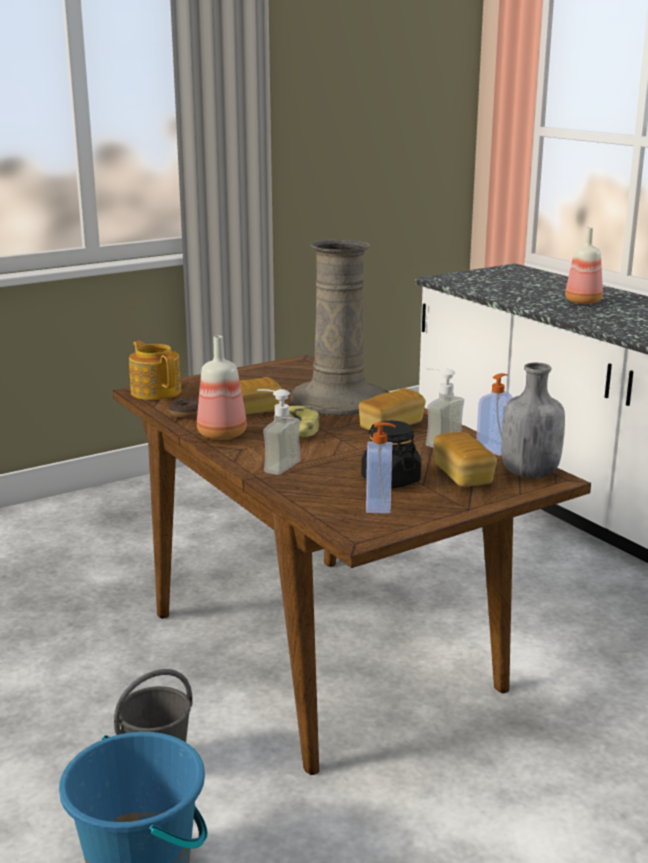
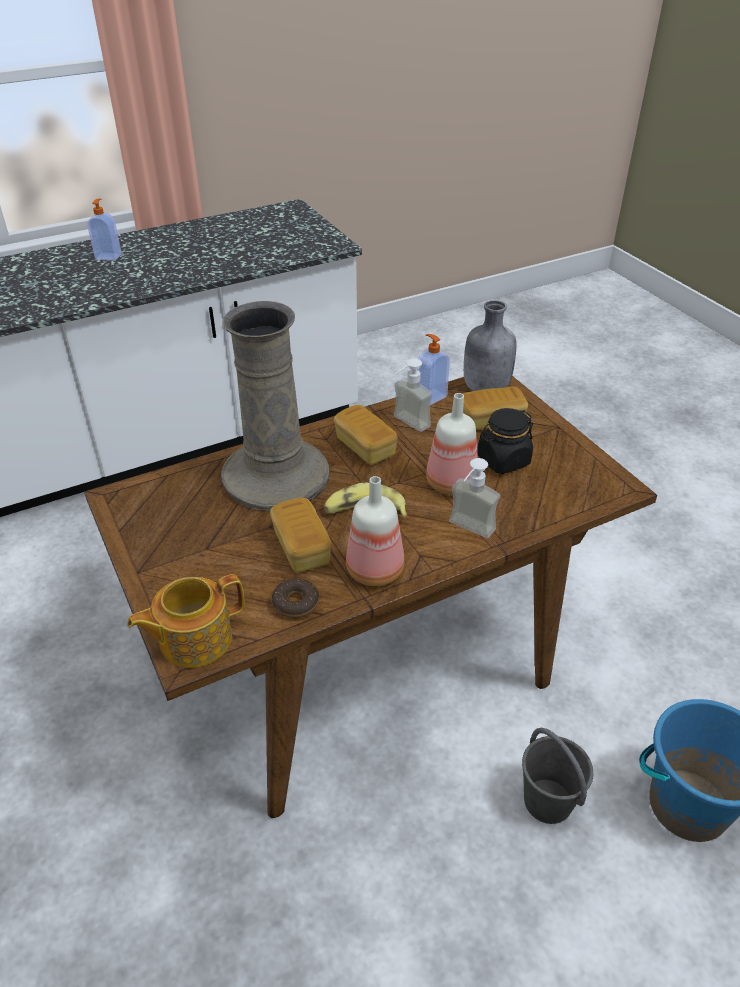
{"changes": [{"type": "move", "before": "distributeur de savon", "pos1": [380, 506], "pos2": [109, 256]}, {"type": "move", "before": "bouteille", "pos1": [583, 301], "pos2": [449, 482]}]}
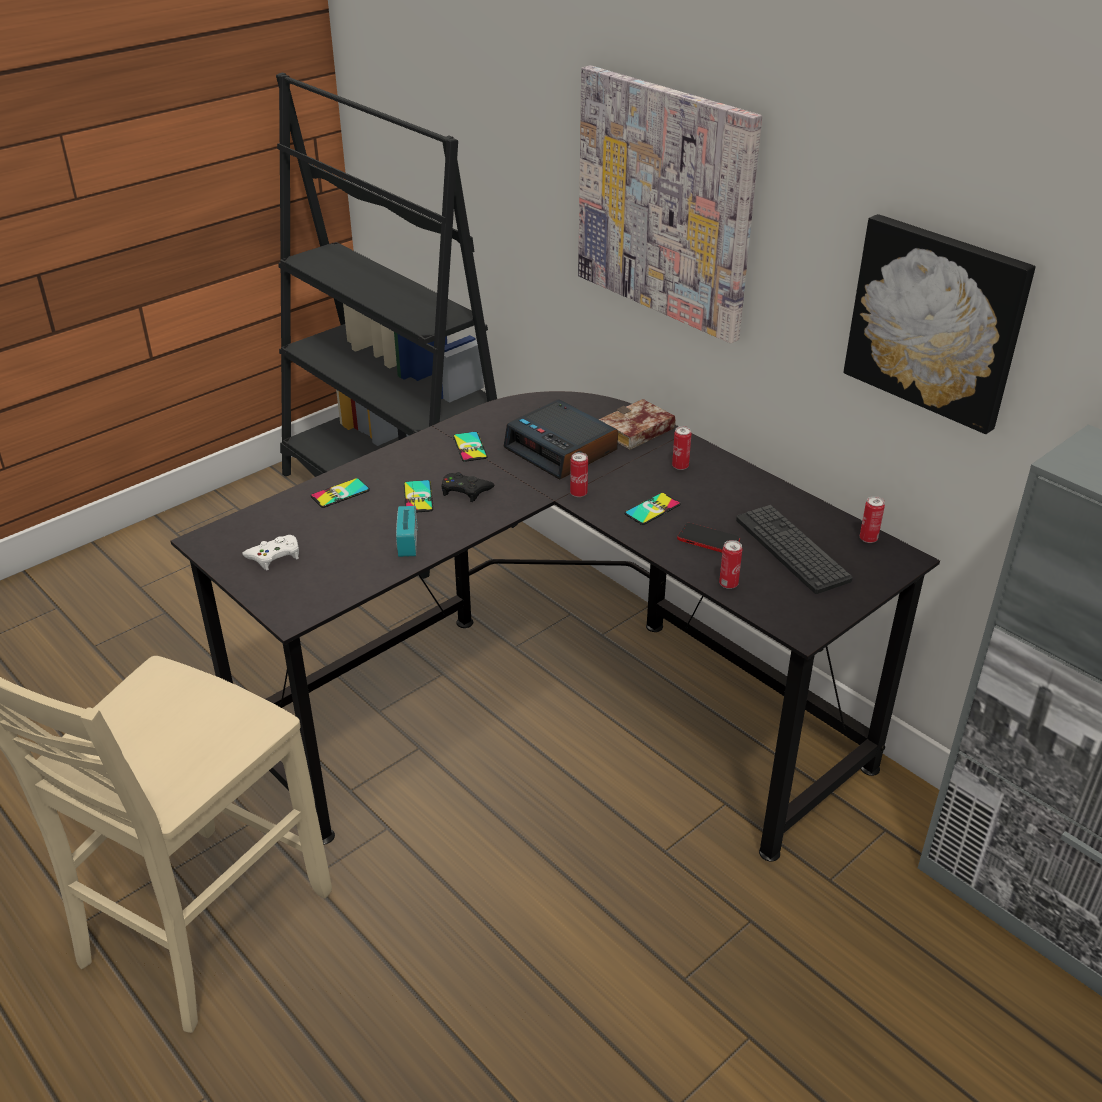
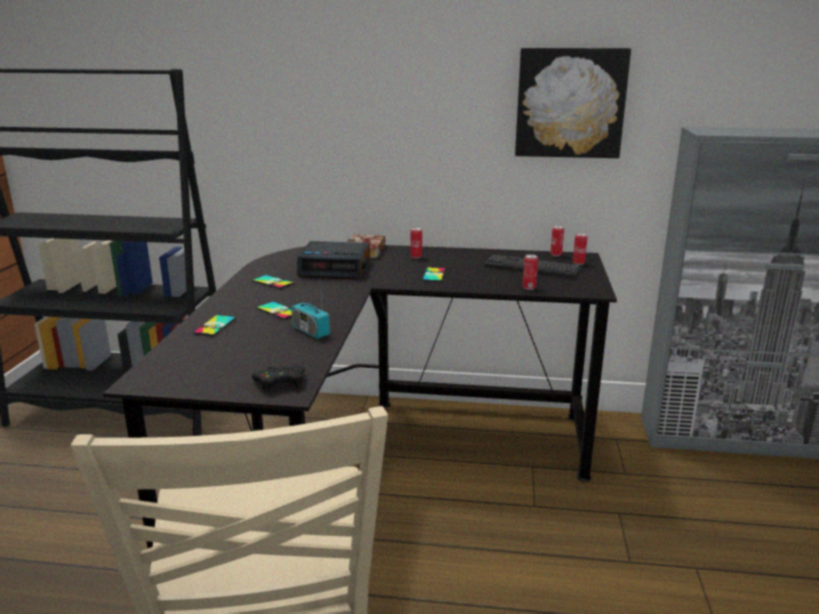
{"changes": [{"type": "move", "before": "manette/noir", "pos1": [465, 491], "pos2": [280, 382]}, {"type": "move", "before": "boîte métallique", "pos1": [578, 493], "pos2": [578, 263]}, {"type": "delete", "before": "manette/blanc", "pos1": [274, 556]}, {"type": "delete", "before": "tableau", "pos1": [665, 202]}, {"type": "delete", "before": "téléphone", "pos1": [708, 539]}]}
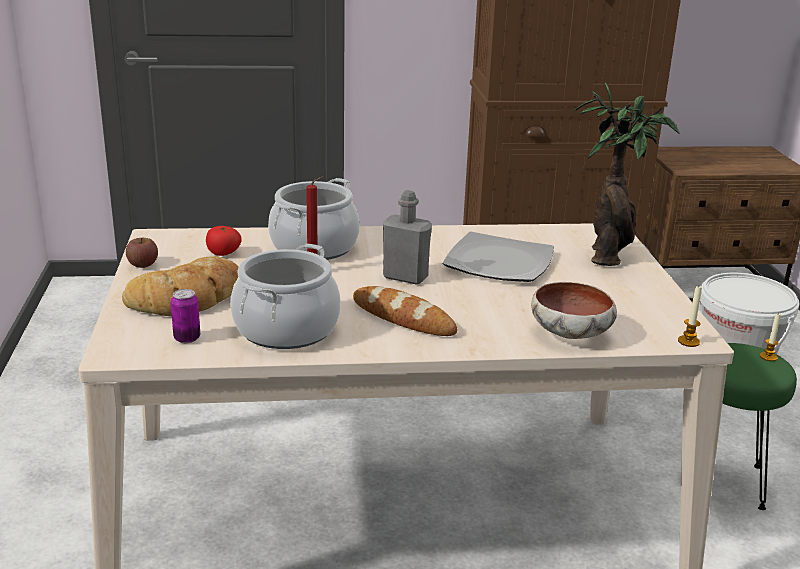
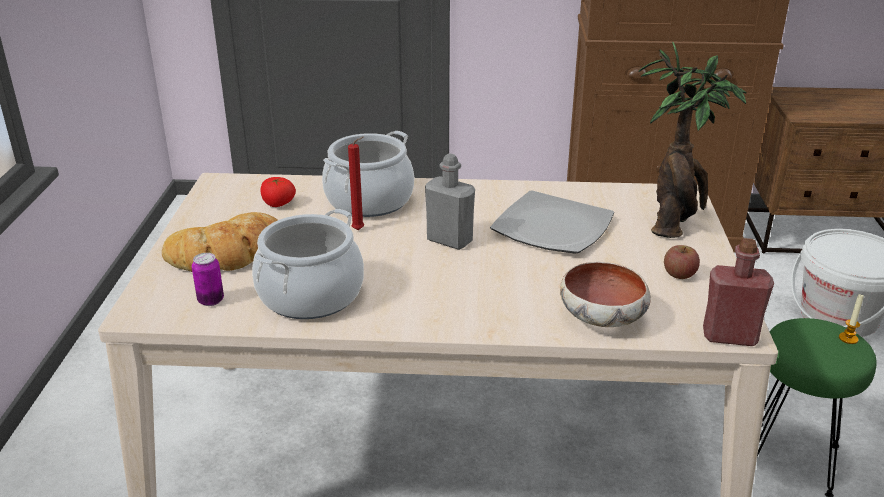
{"changes": [{"type": "move", "before": "pomme", "pos1": [143, 264], "pos2": [679, 274]}, {"type": "replace", "before": "bougie", "after": "bouteille/rouge", "pos1": [688, 341], "pos2": [729, 336]}, {"type": "delete", "before": "pain", "pos1": [403, 318]}]}
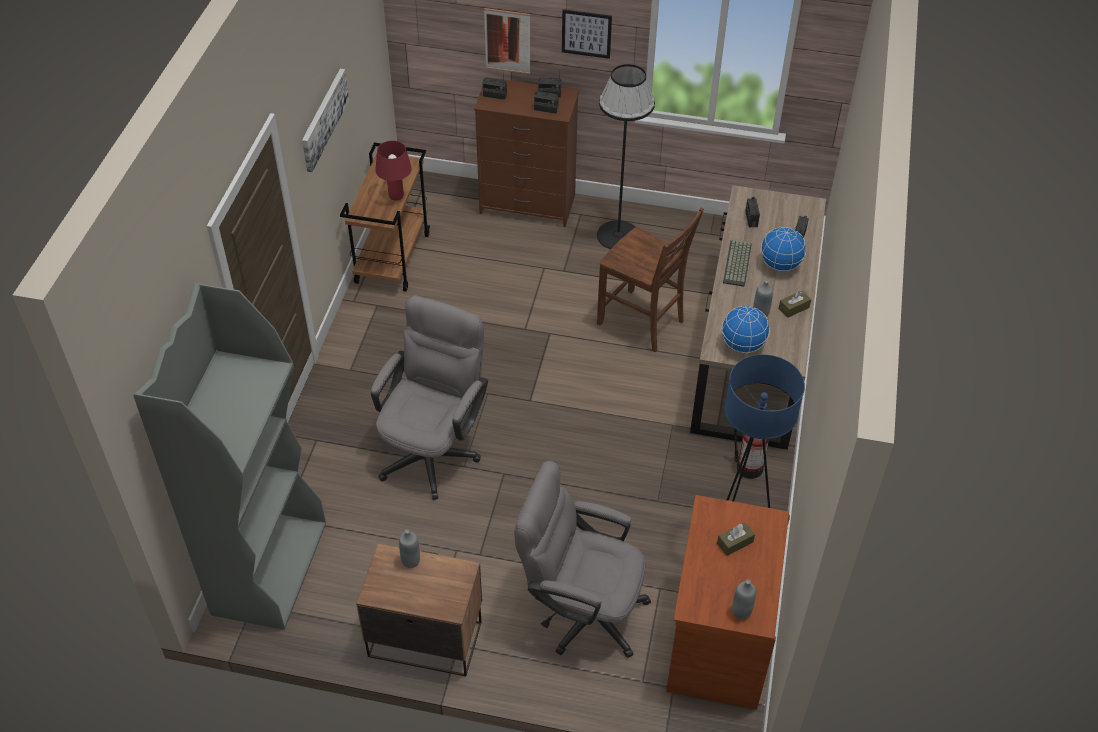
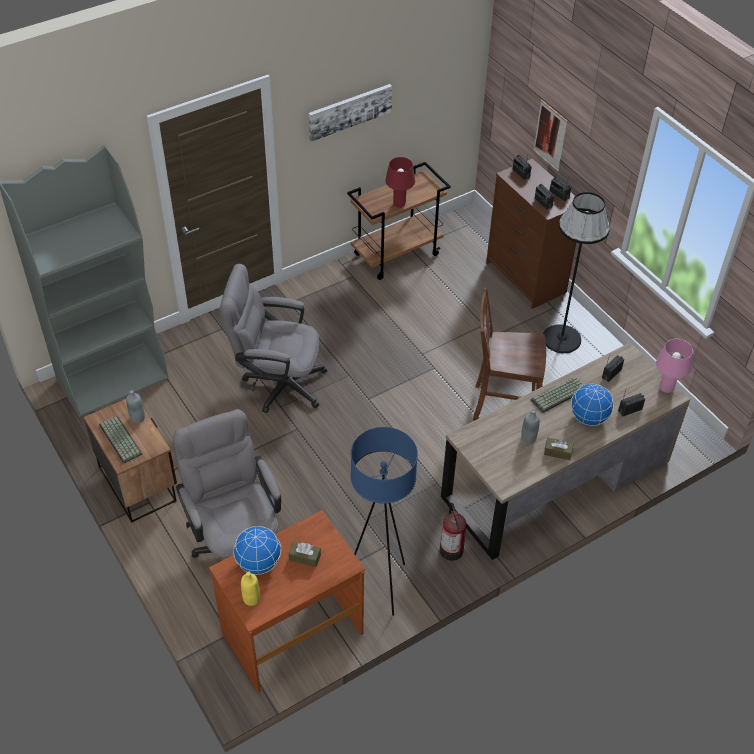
{"changes": [{"type": "insert", "after": "clavier", "pos2": [119, 439]}, {"type": "rotate", "before": "chaise de bureau/gris", "pos1": [433, 448], "pos2": [277, 383], "turn": -150}, {"type": "move", "before": "globe", "pos1": [742, 345], "pos2": [258, 562]}, {"type": "recolor", "before": "bouteille/gris", "after": "bouteille/jaune", "pos1": [741, 611], "pos2": [251, 599]}, {"type": "rotate", "before": "chaise/marron", "pos1": [642, 323], "pos2": [503, 405], "turn": 105}, {"type": "insert", "after": "lampe de table/rose", "pos2": [666, 388]}, {"type": "delete", "before": "tableau", "pos1": [586, 33]}]}
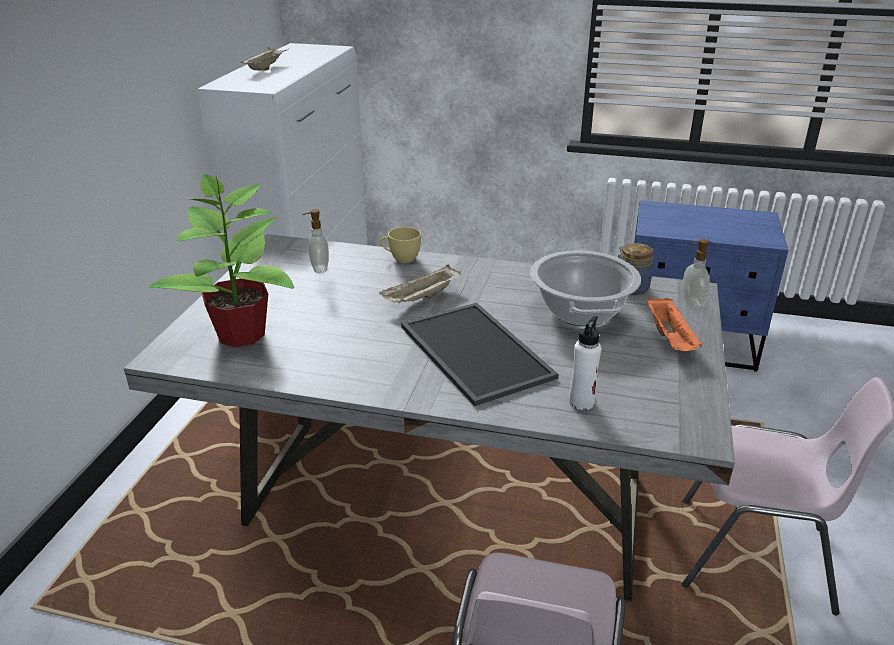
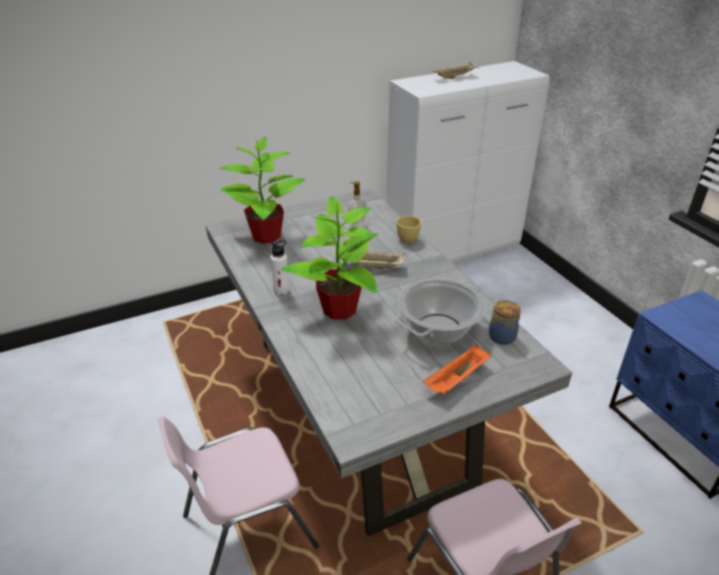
{"changes": [{"type": "move", "before": "bouteille/blanc", "pos1": [582, 402], "pos2": [281, 290]}, {"type": "replace", "before": "plateau", "after": "plante en pot", "pos1": [472, 351], "pos2": [339, 310]}, {"type": "delete", "before": "distributeur de savon", "pos1": [691, 303]}]}
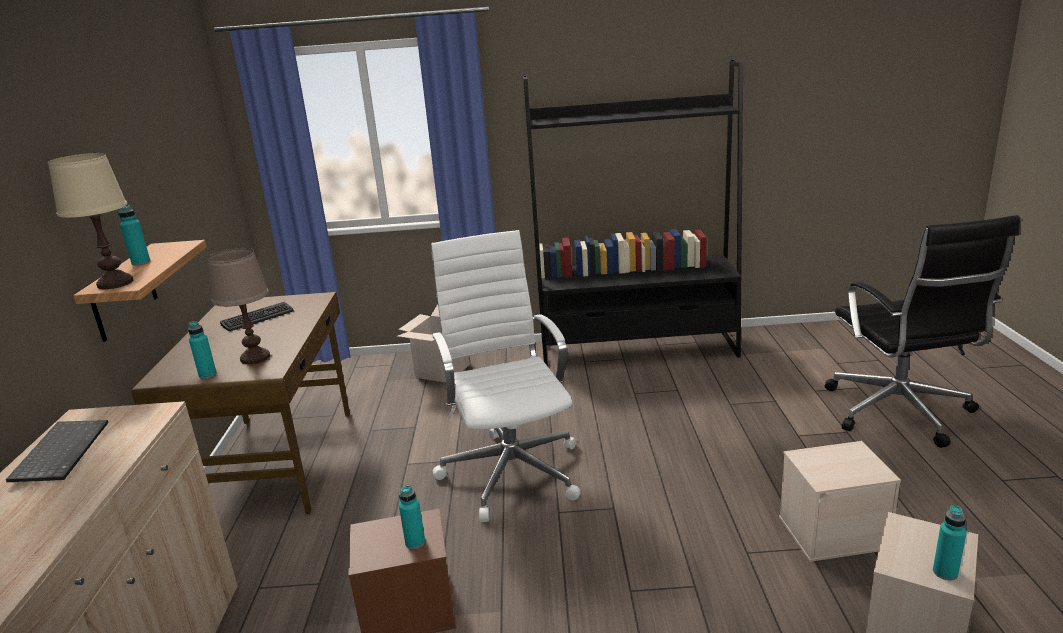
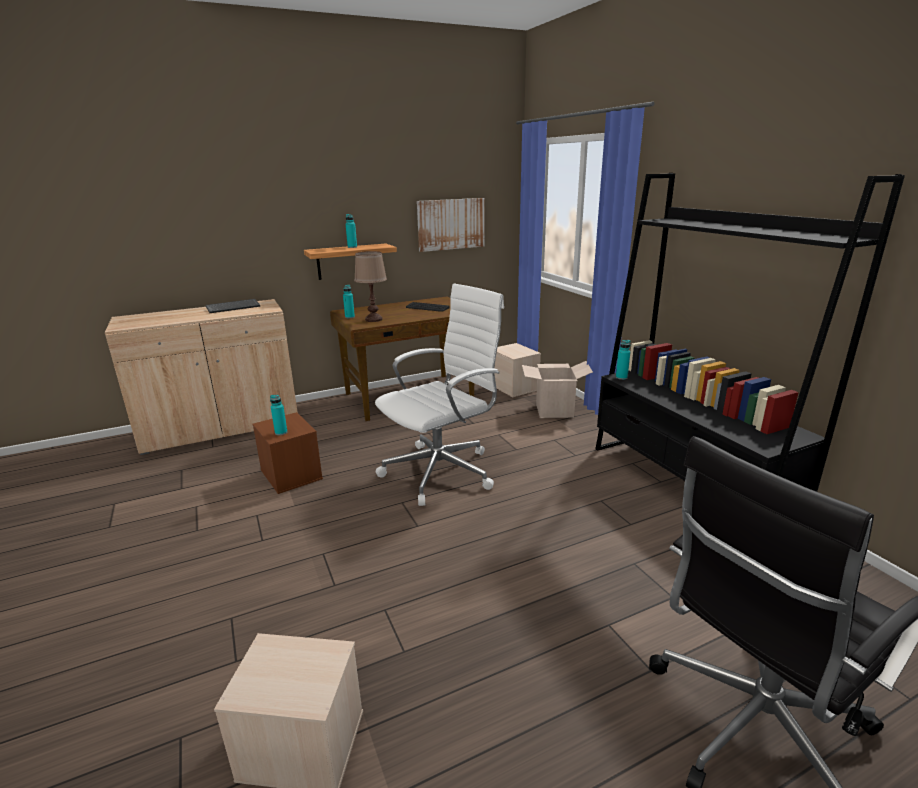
{"changes": [{"type": "insert", "after": "tableau", "pos2": [451, 224]}, {"type": "move", "before": "boîte de rangement/beige", "pos1": [833, 531], "pos2": [514, 387]}, {"type": "move", "before": "bouteille/turquoise", "pos1": [945, 572], "pos2": [621, 377]}, {"type": "delete", "before": "lampe de table/beige", "pos1": [115, 283]}]}
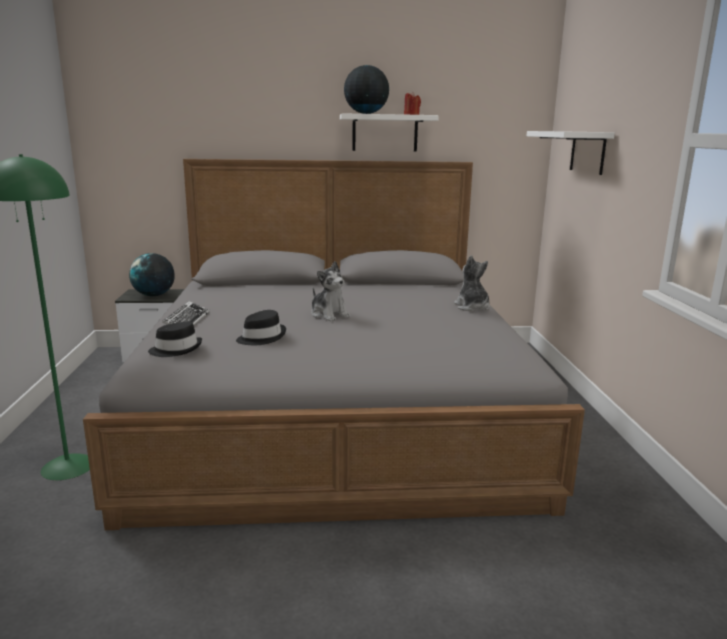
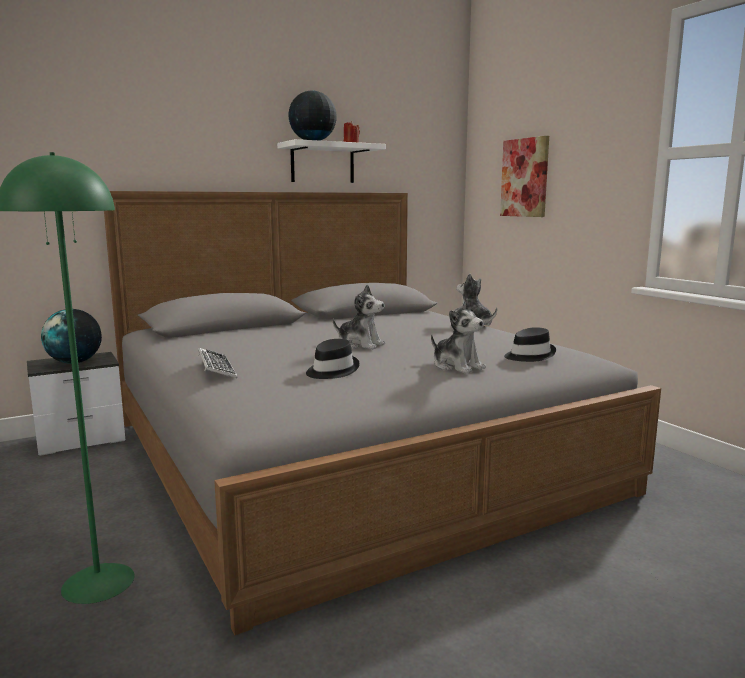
{"changes": [{"type": "insert", "after": "peluche", "pos2": [457, 366]}, {"type": "replace", "before": "étagère/blanc", "after": "tableau", "pos1": [588, 152], "pos2": [525, 177]}, {"type": "move", "before": "chapeau/noir", "pos1": [176, 349], "pos2": [528, 355]}]}
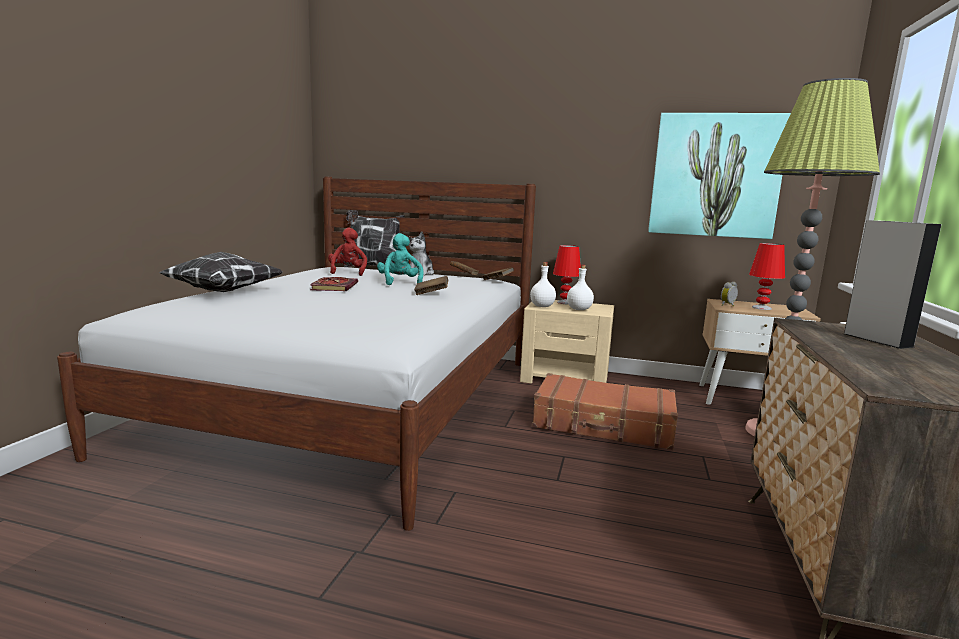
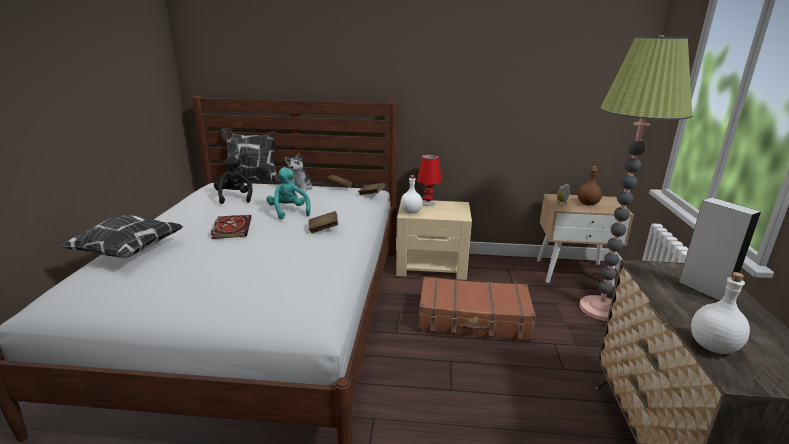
{"changes": [{"type": "recolor", "before": "peluche/rouge", "after": "peluche/noir", "pos1": [348, 272], "pos2": [234, 198]}, {"type": "replace", "before": "lampe de table/rouge", "after": "bouteille/marron", "pos1": [761, 308], "pos2": [588, 204]}, {"type": "move", "before": "bouteille/blanc", "pos1": [579, 309], "pos2": [713, 346]}, {"type": "delete", "before": "tableau", "pos1": [715, 176]}]}
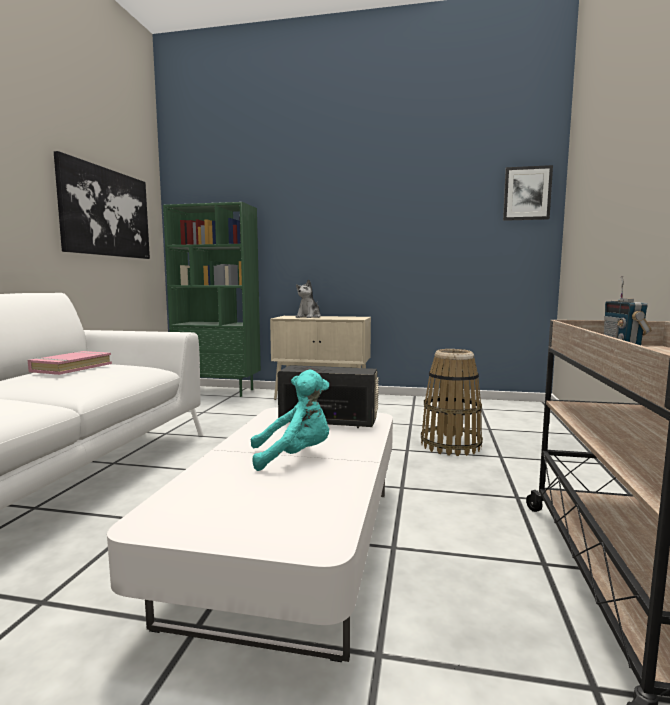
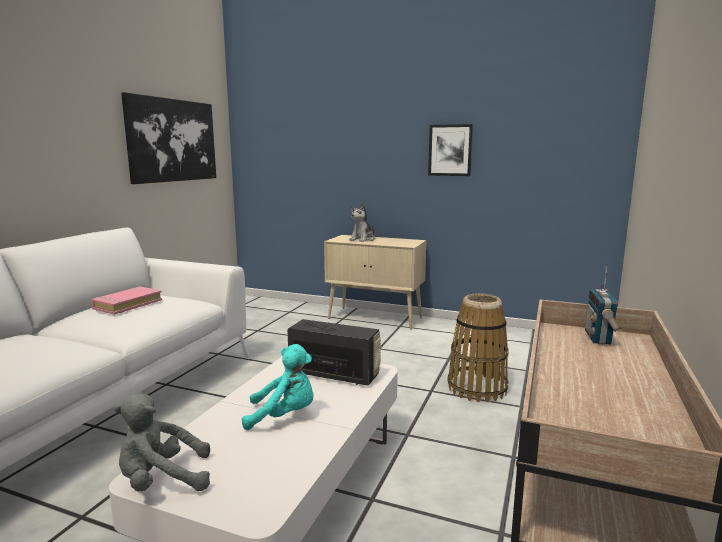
{"changes": [{"type": "insert", "after": "peluche/gris", "pos2": [162, 481]}, {"type": "move", "before": "tableau", "pos1": [527, 193], "pos2": [450, 150]}, {"type": "delete", "before": "bibliothèque/vert", "pos1": [218, 391]}]}
